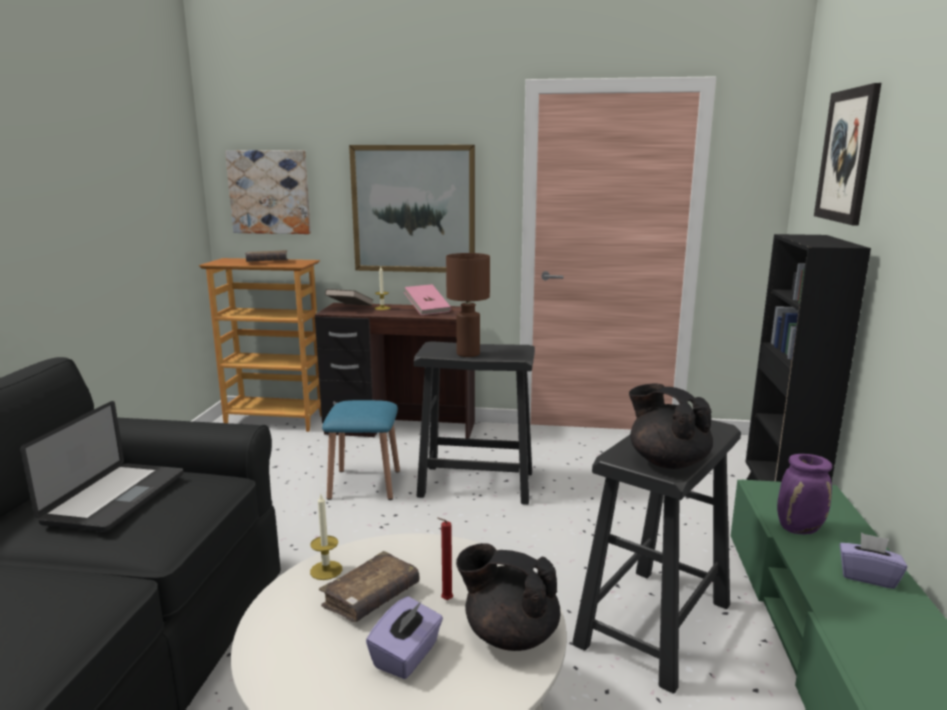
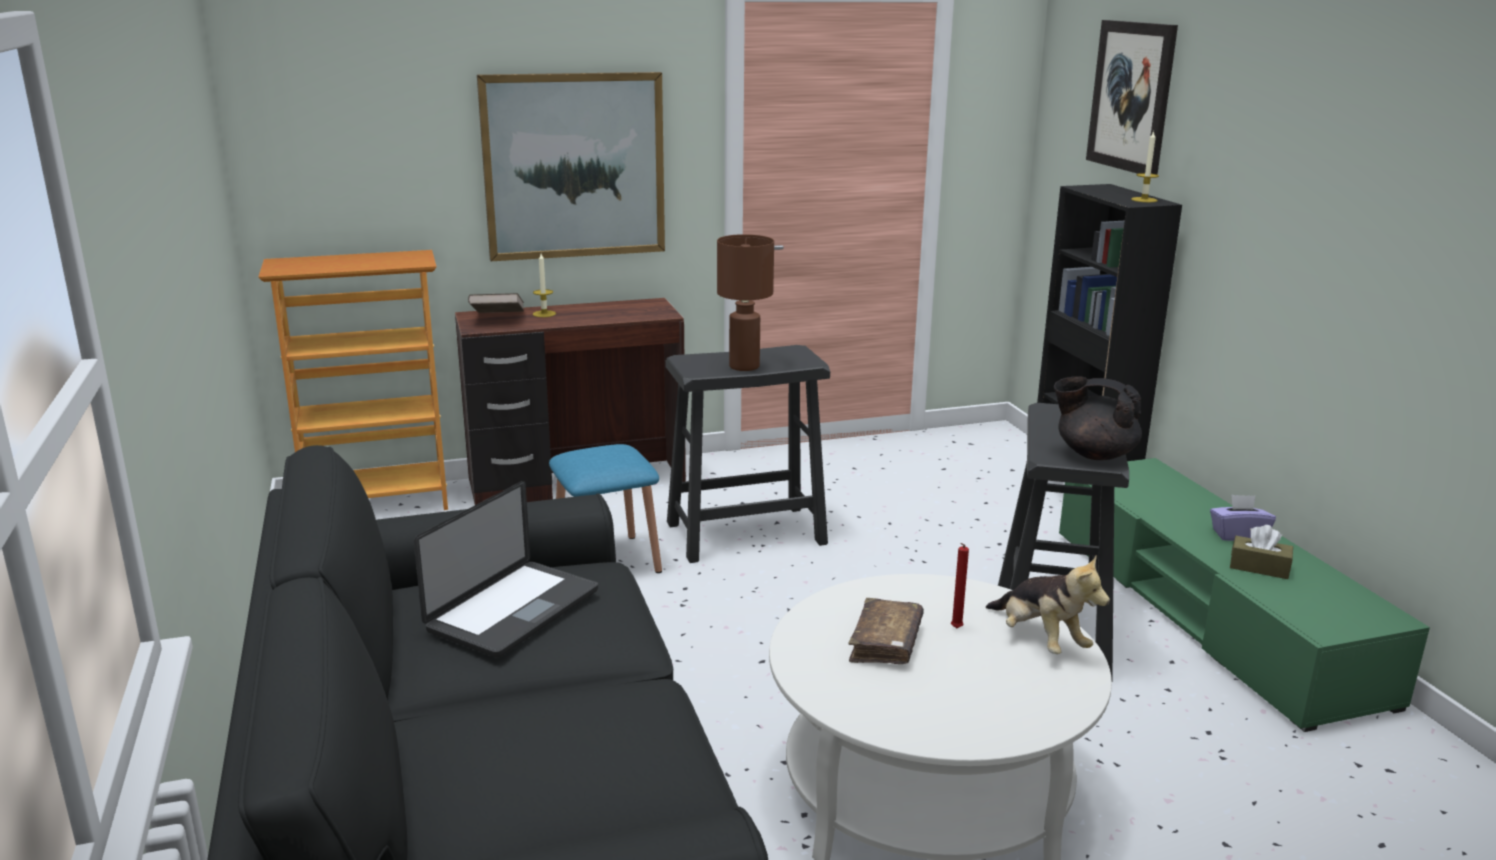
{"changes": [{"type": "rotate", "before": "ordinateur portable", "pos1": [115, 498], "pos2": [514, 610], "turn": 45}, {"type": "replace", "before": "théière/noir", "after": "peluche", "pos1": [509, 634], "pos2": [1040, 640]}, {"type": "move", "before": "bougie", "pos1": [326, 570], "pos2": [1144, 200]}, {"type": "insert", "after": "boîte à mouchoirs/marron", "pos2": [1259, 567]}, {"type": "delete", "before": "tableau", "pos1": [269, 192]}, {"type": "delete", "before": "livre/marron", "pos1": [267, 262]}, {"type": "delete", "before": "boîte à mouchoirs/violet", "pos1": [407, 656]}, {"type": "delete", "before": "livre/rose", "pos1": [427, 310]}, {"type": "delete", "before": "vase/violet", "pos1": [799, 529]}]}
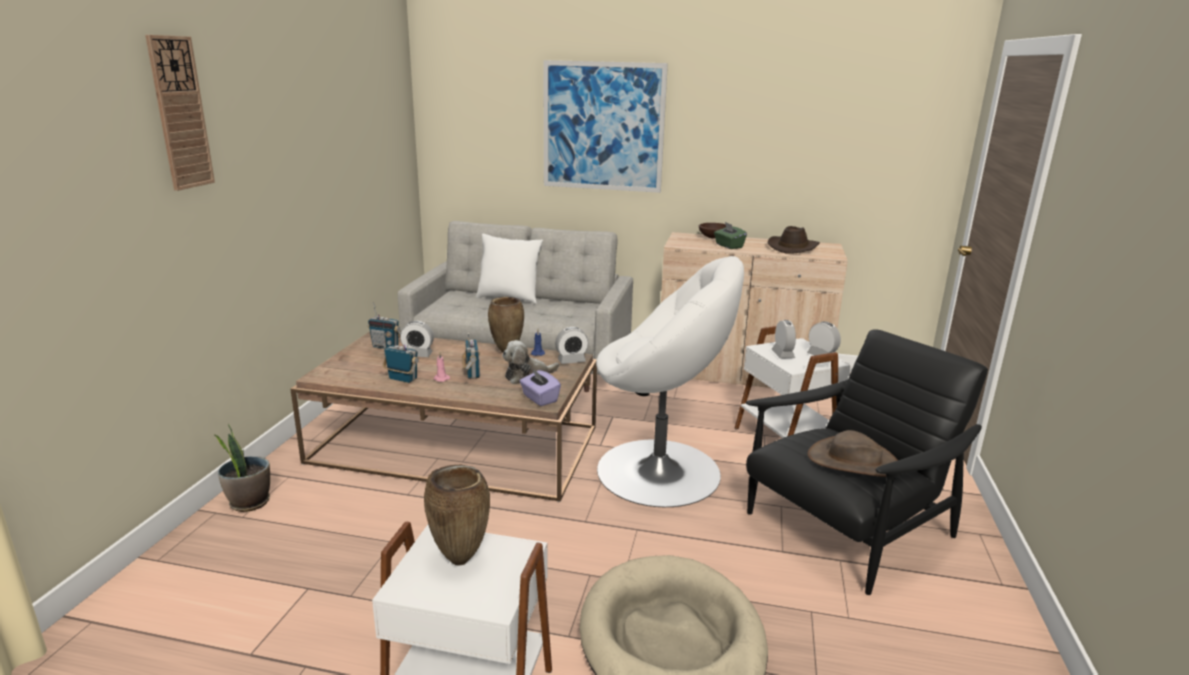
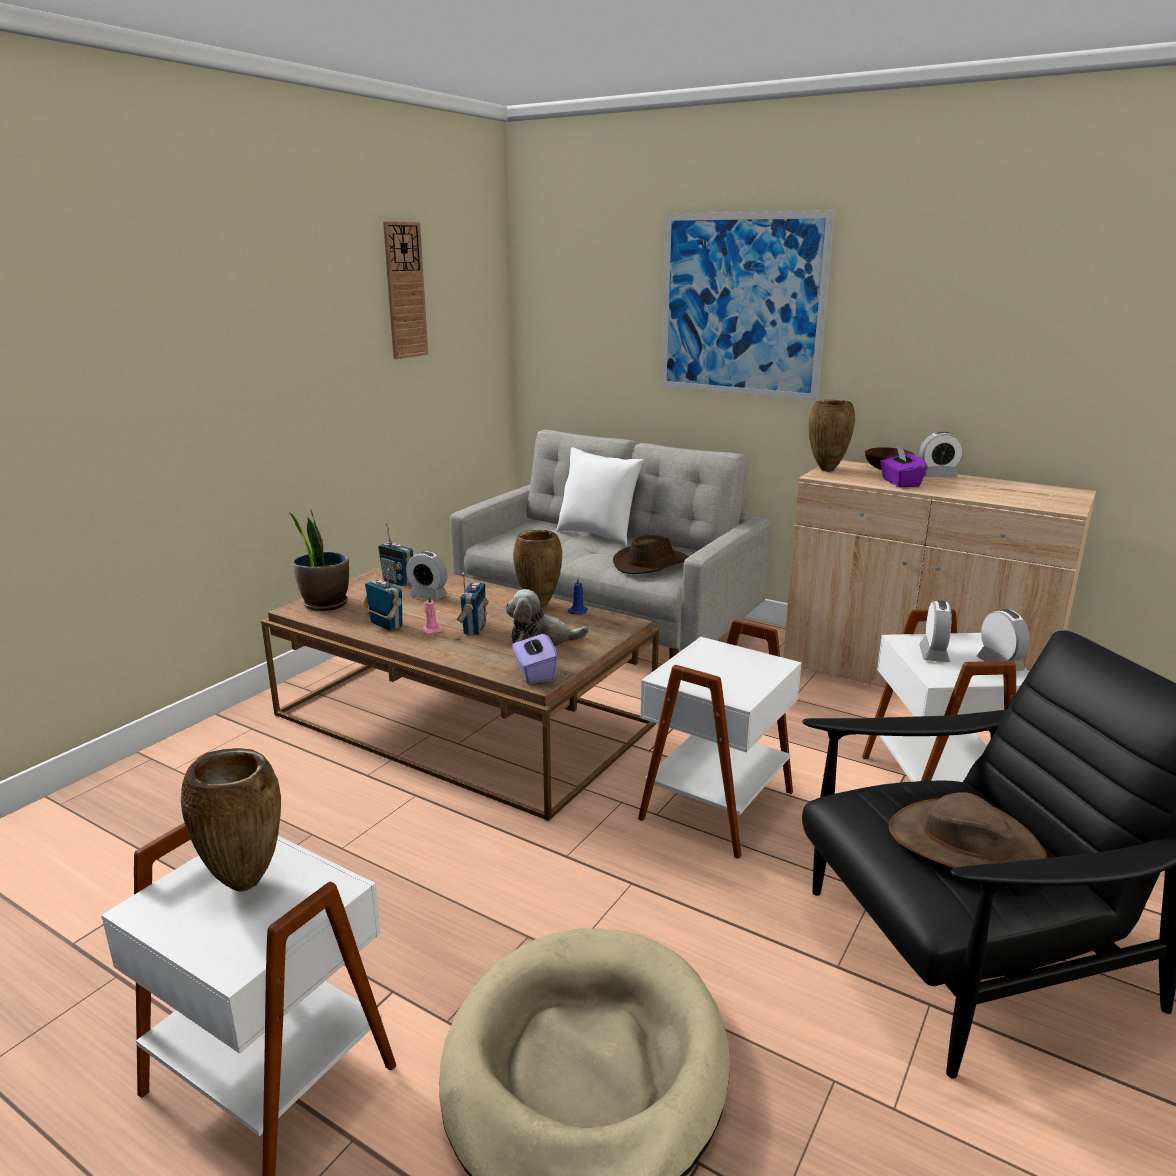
{"changes": [{"type": "move", "before": "plante en pot", "pos1": [249, 502], "pos2": [325, 604]}, {"type": "move", "before": "horloge murale", "pos1": [180, 113], "pos2": [405, 291]}, {"type": "move", "before": "chapeau/marron", "pos1": [793, 247], "pos2": [651, 564]}, {"type": "replace", "before": "fauteuil/blanc", "after": "table d'appoint/blanc", "pos1": [660, 472], "pos2": [713, 804]}, {"type": "insert", "after": "vase/marron", "pos2": [826, 470]}, {"type": "recolor", "before": "boîte à mouchoirs/vert", "after": "boîte à mouchoirs/violet", "pos1": [728, 246], "pos2": [900, 483]}, {"type": "move", "before": "réveil", "pos1": [571, 361], "pos2": [937, 476]}]}
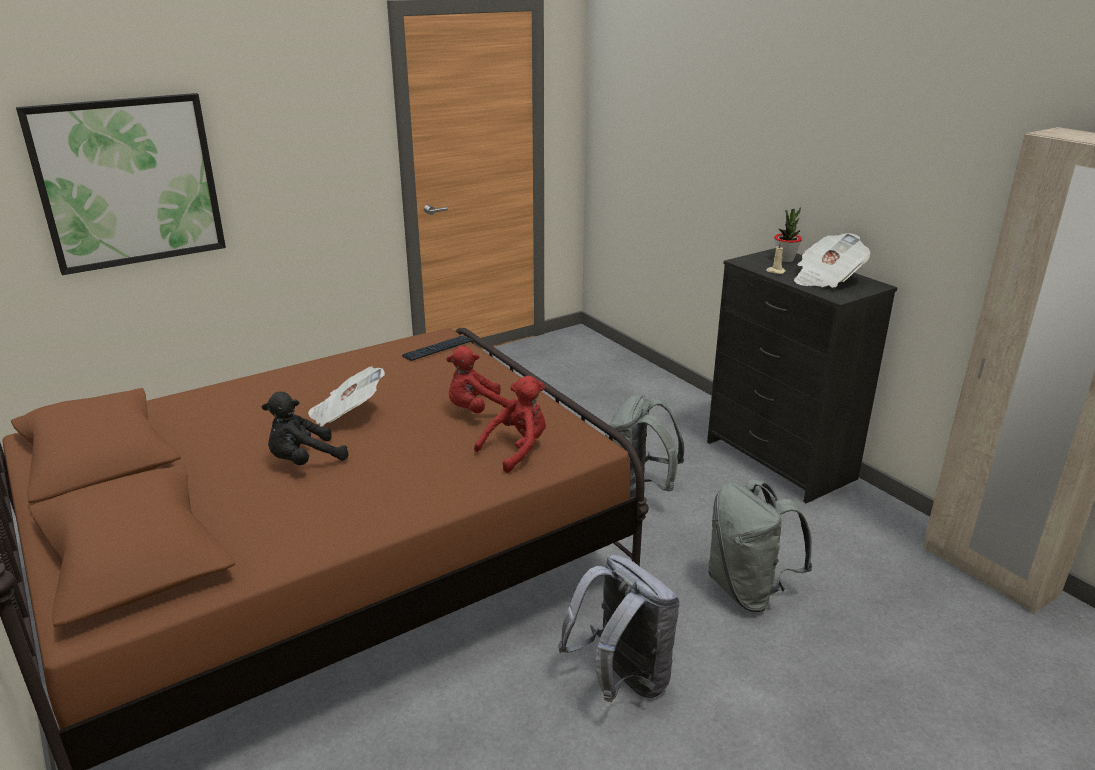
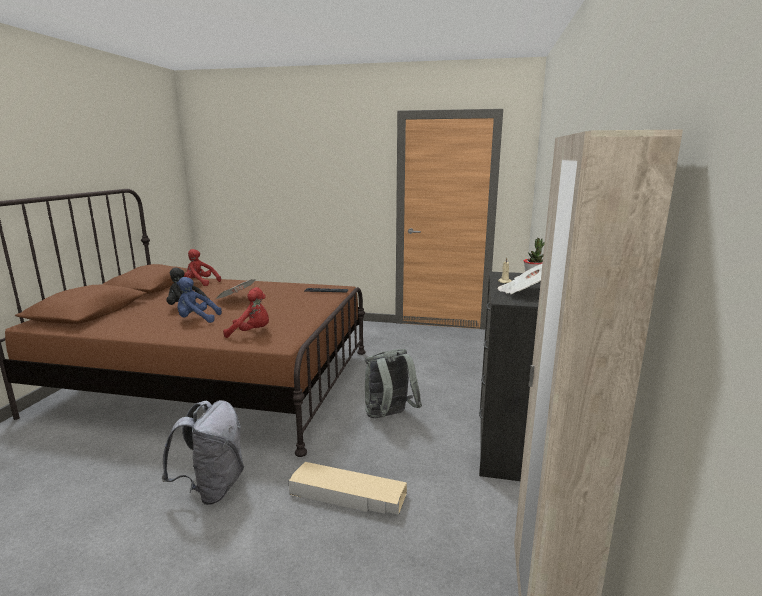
{"changes": [{"type": "insert", "after": "peluche/bleu", "pos2": [196, 319]}, {"type": "move", "before": "peluche/rouge", "pos1": [477, 411], "pos2": [200, 283]}, {"type": "replace", "before": "sac à dos/gris", "after": "boîte de rangement/beige", "pos1": [748, 590], "pos2": [348, 495]}, {"type": "delete", "before": "tableau", "pos1": [129, 182]}]}
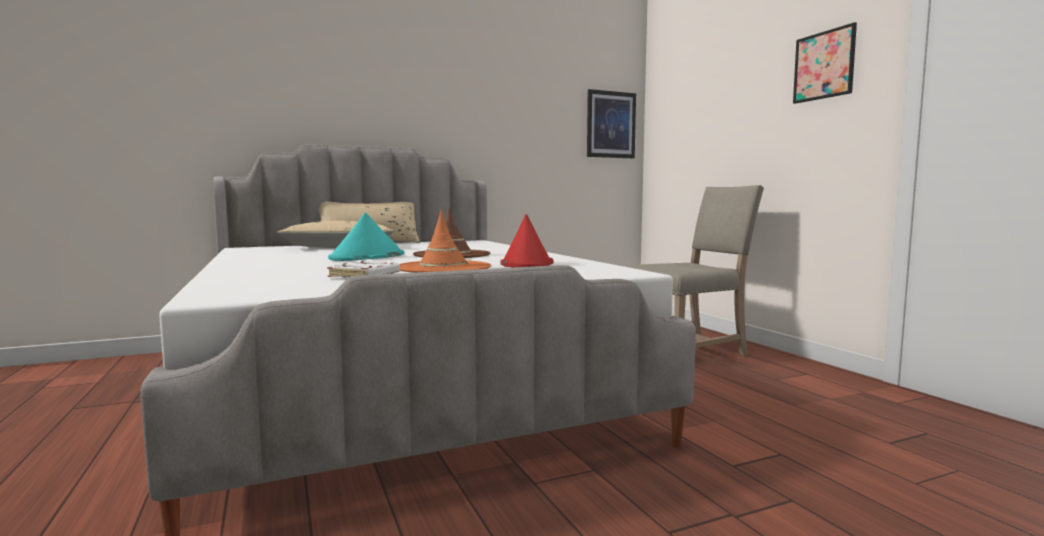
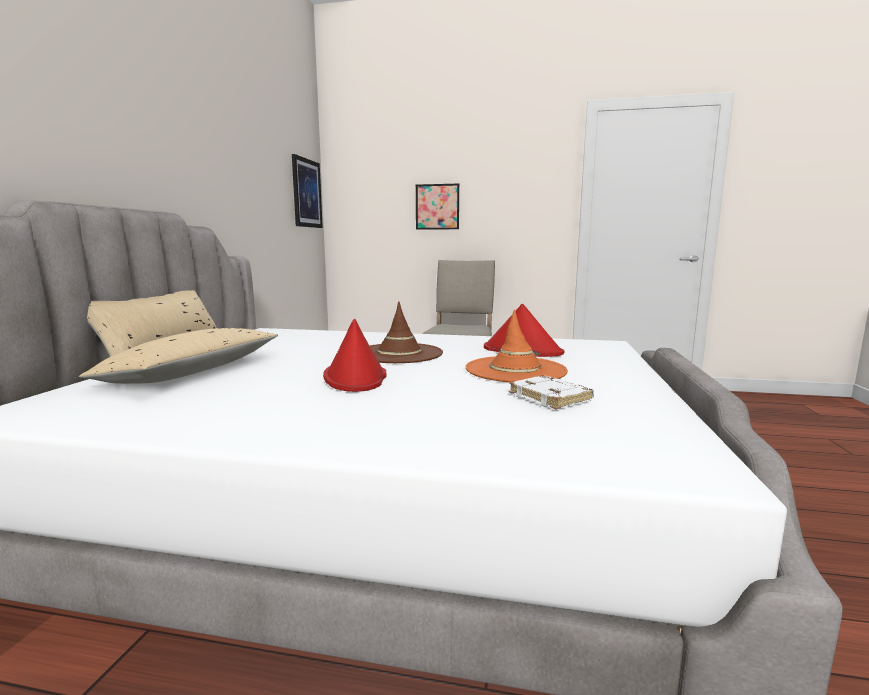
{"changes": [{"type": "recolor", "before": "chapeau/turquoise", "after": "chapeau/rouge", "pos1": [367, 257], "pos2": [355, 377]}, {"type": "move", "before": "tableau", "pos1": [824, 65], "pos2": [437, 207]}]}
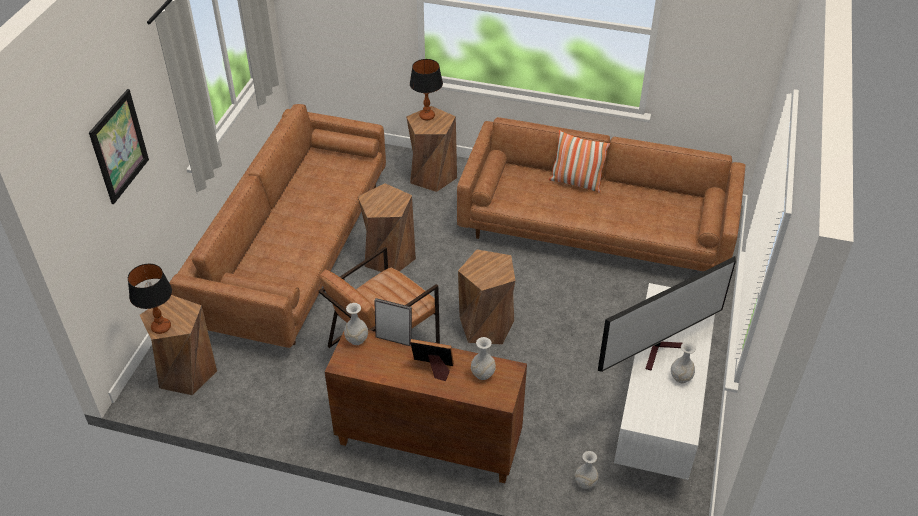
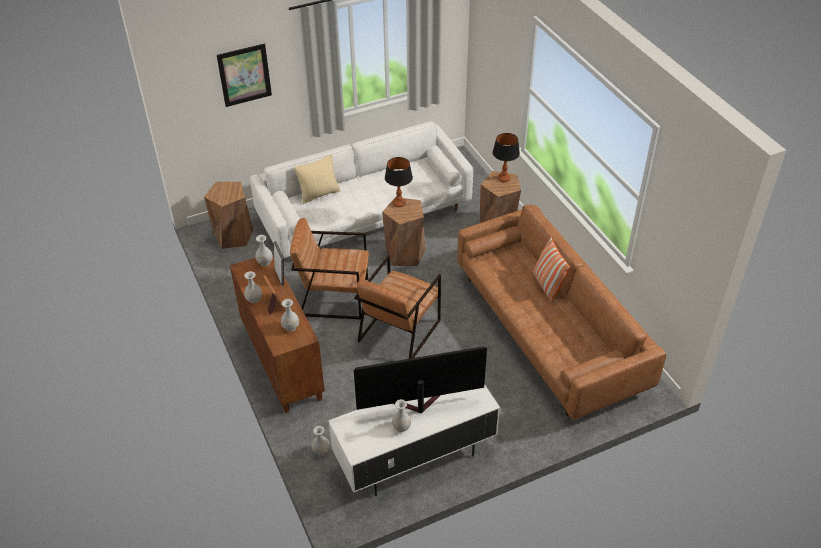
{"changes": [{"type": "insert", "after": "vase/blanc", "pos2": [254, 299]}, {"type": "recolor", "before": "canapé/marron", "after": "canapé/blanc", "pos1": [294, 251], "pos2": [364, 214]}, {"type": "insert", "after": "coussin/beige", "pos2": [319, 194]}, {"type": "replace", "before": "tabouret/marron", "after": "fauteuil/marron", "pos1": [486, 325], "pos2": [398, 330]}, {"type": "rotate", "before": "téléviseur", "pos1": [663, 350], "pos2": [417, 405], "turn": 150}, {"type": "move", "before": "lampe de table", "pos1": [161, 327], "pos2": [399, 203]}]}
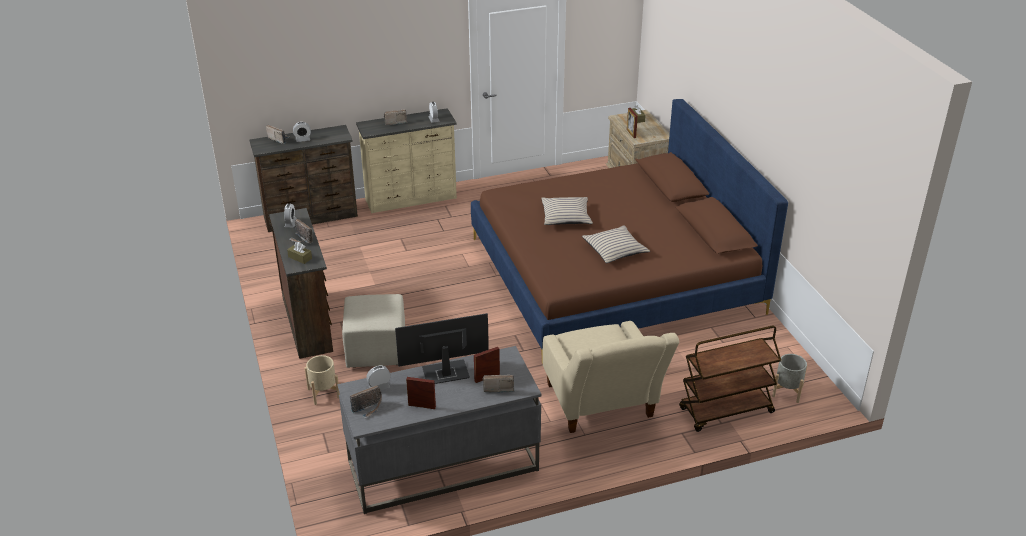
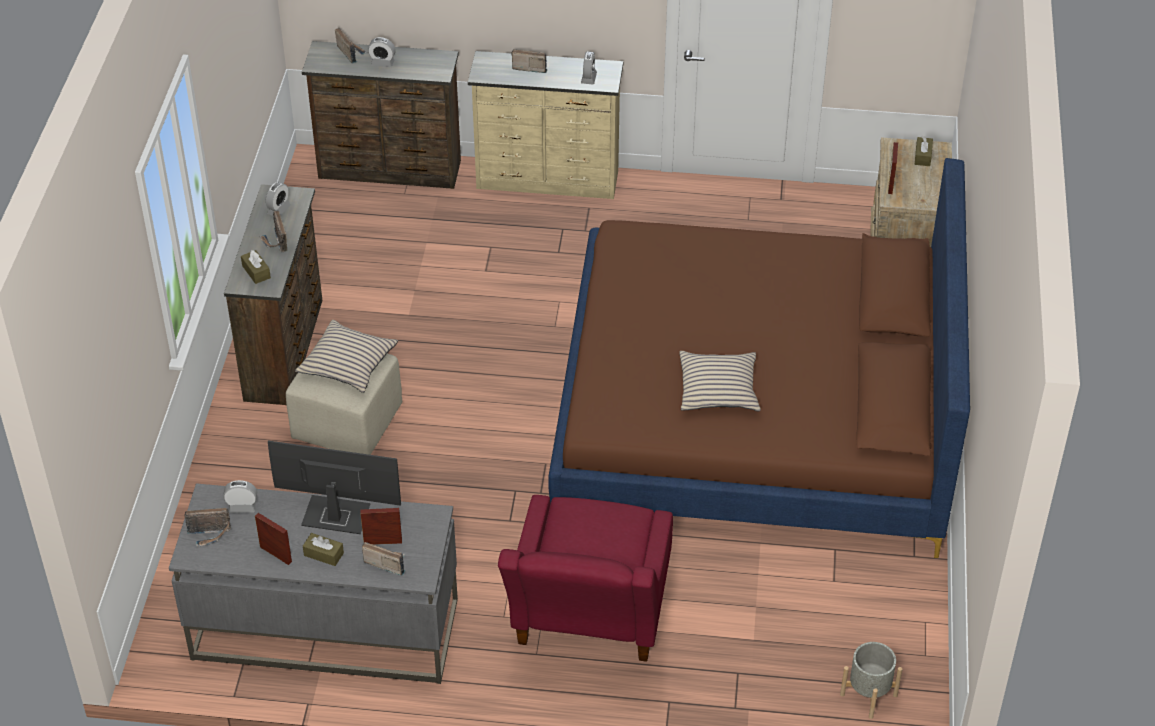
{"changes": [{"type": "move", "before": "coussin/beige", "pos1": [566, 216], "pos2": [348, 364]}, {"type": "insert", "after": "boîte à mouchoirs/marron", "pos2": [323, 554]}, {"type": "recolor", "before": "fauteuil/beige", "after": "fauteuil/rouge", "pos1": [602, 407], "pos2": [588, 621]}, {"type": "delete", "before": "cache-pot/beige", "pos1": [323, 393]}, {"type": "delete", "before": "chariot/marron", "pos1": [726, 411]}]}
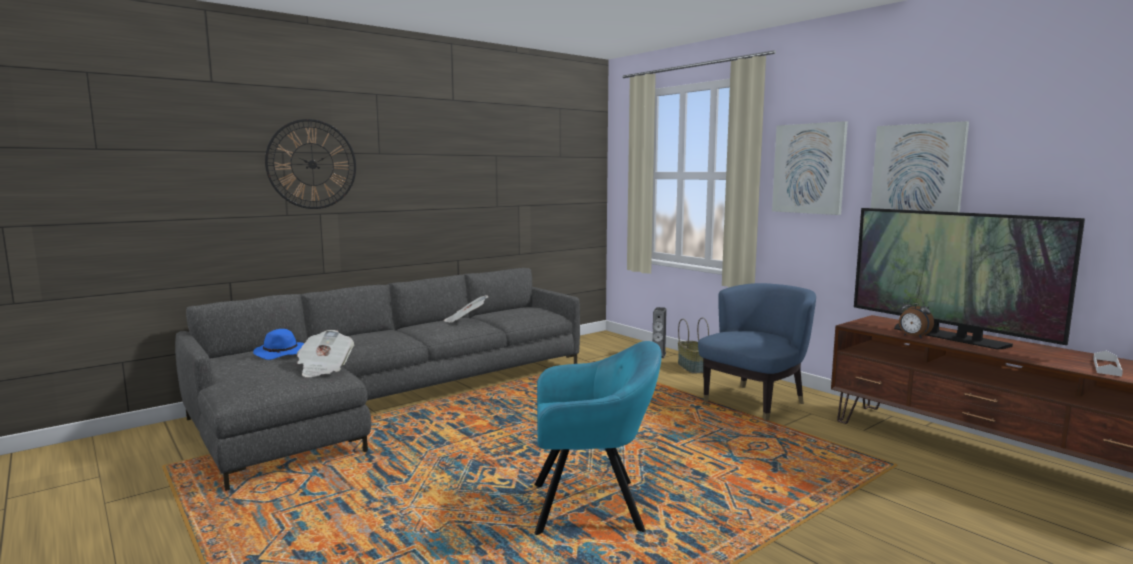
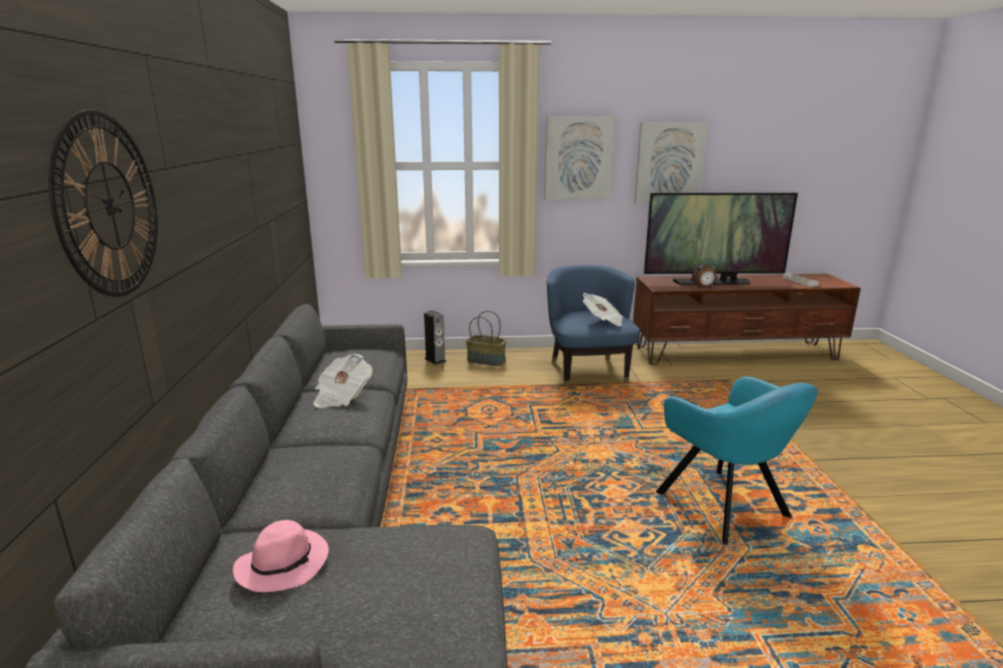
{"changes": [{"type": "recolor", "before": "chapeau/bleu", "after": "chapeau/rose", "pos1": [281, 353], "pos2": [284, 563]}, {"type": "move", "before": "journal", "pos1": [324, 368], "pos2": [603, 320]}, {"type": "rotate", "before": "fauteuil/turquoise", "pos1": [592, 507], "pos2": [725, 508], "turn": 120}]}
